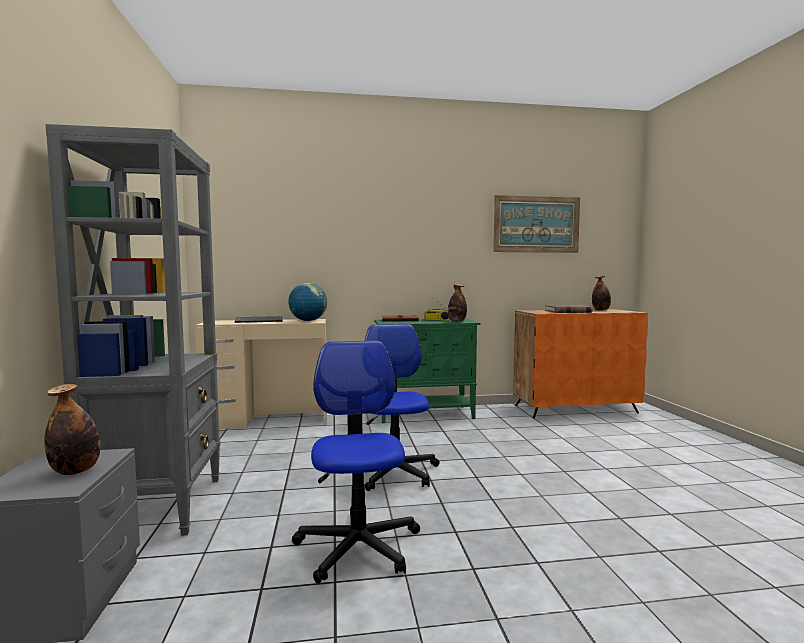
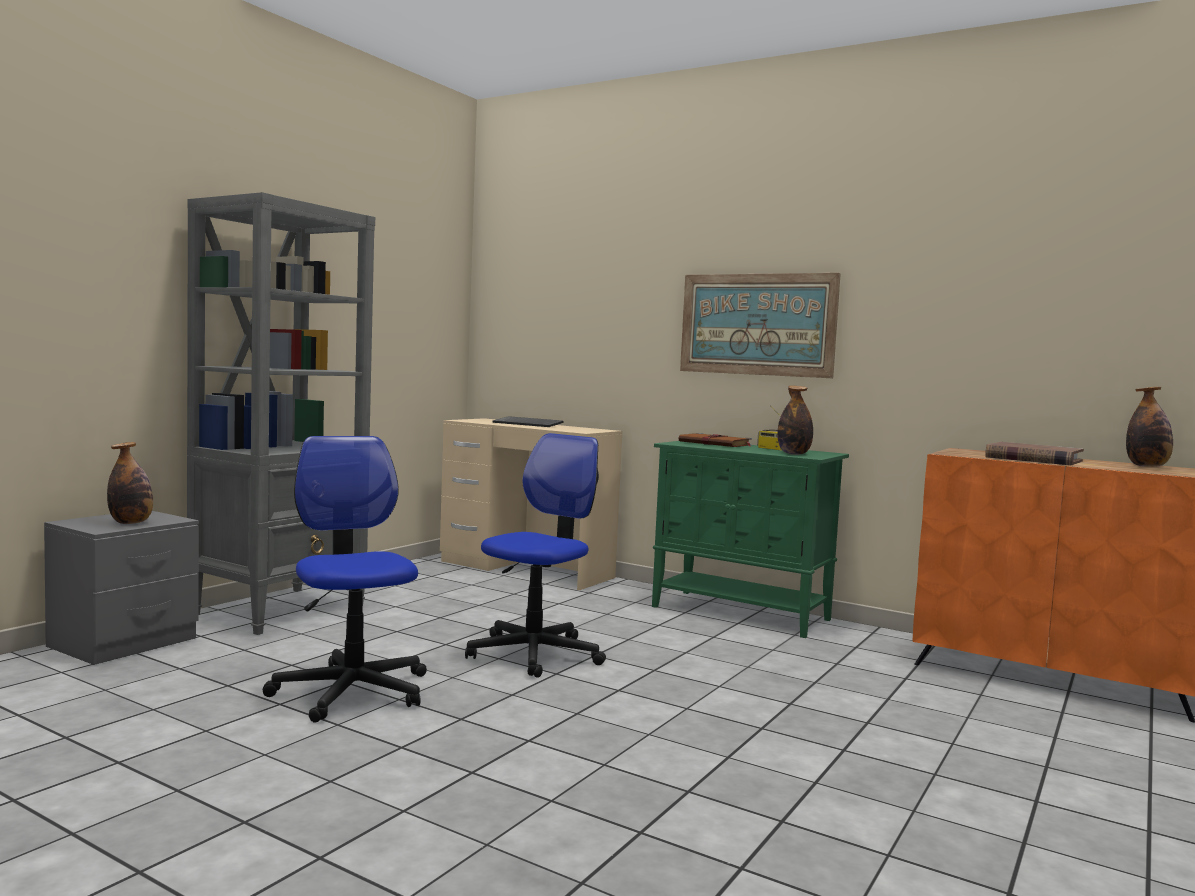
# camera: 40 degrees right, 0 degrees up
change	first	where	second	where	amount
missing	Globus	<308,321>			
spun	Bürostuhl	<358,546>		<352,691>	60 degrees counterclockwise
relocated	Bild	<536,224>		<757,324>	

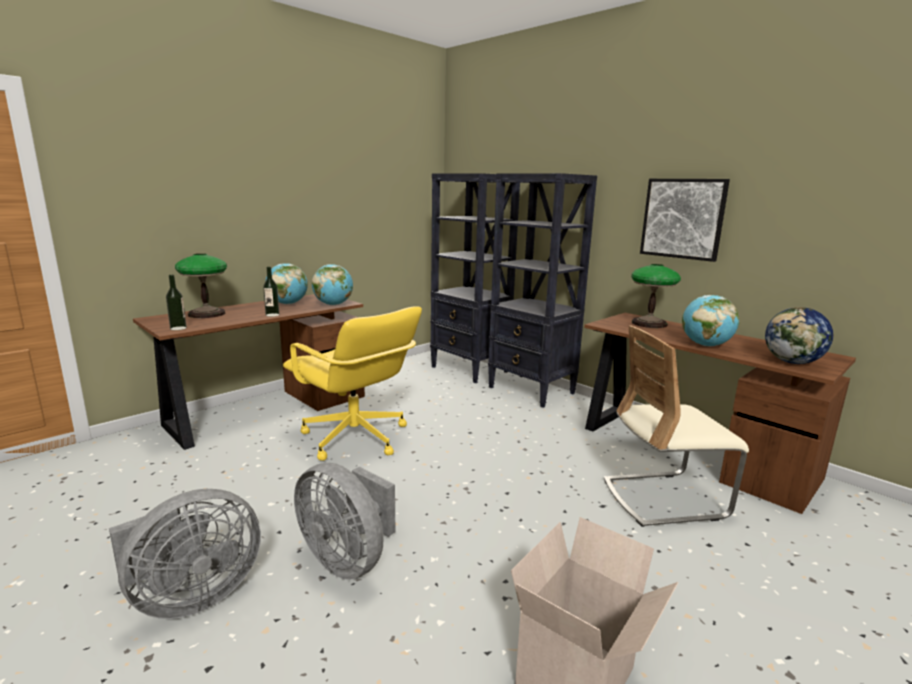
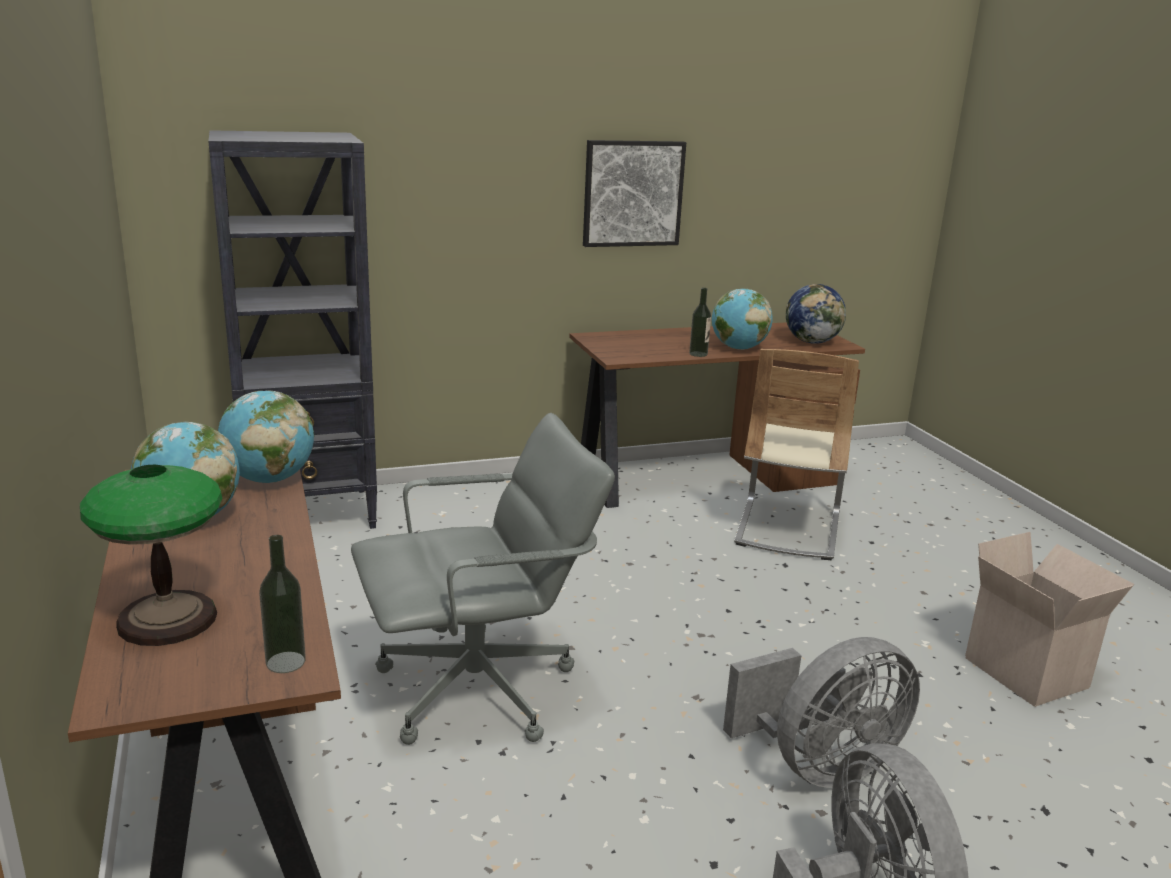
# camera: 65 degrees left, 5 degrees up
change	first	where	second	where	amount
relocated	Flasche	<272,315>		<698,354>	
colour	Bürostuhl (gelb)	<355,438>	Bürostuhl (grau)	<478,690>	
missing	Bücherregal (schwarz)	<531,390>			
missing	Tischlampe	<649,323>			

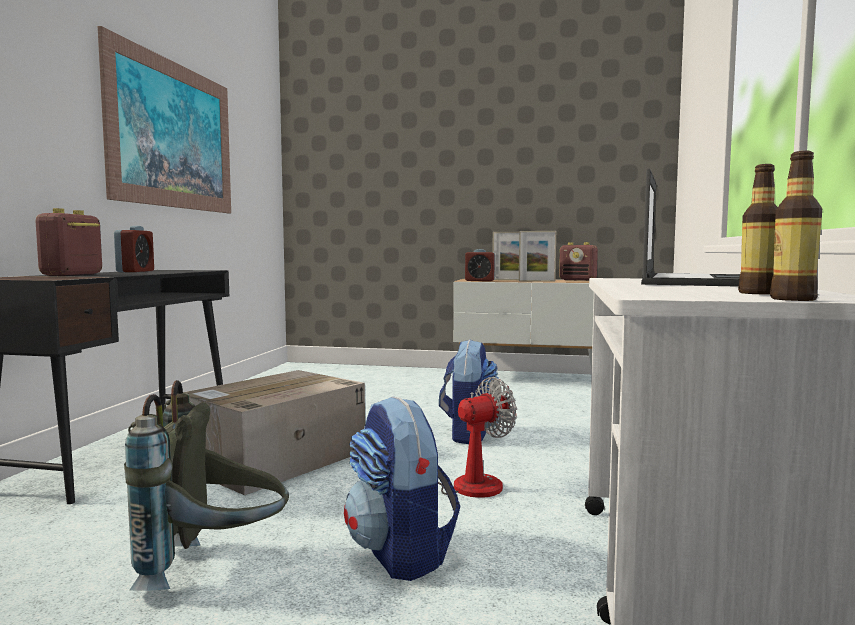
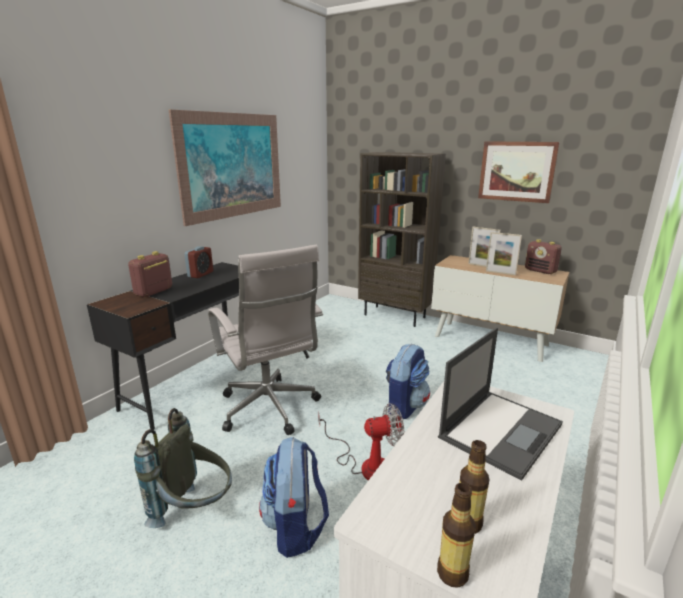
# camera: 20 degrees right, 15 degrees up
change	first	where	second	where	amount
exchanged	Karton	<274,460>	Bürostuhl (weiß)	<270,410>	
missing	Wecker	<479,280>			
appeared			Bücherregal (braun)	<395,316>	
appeared			Bild	<516,171>	

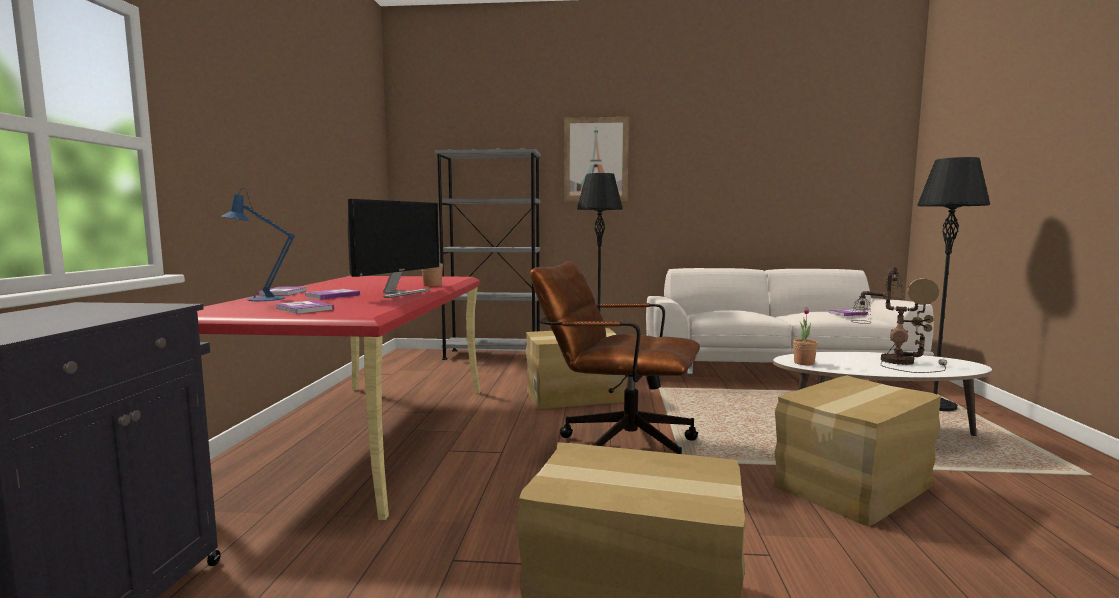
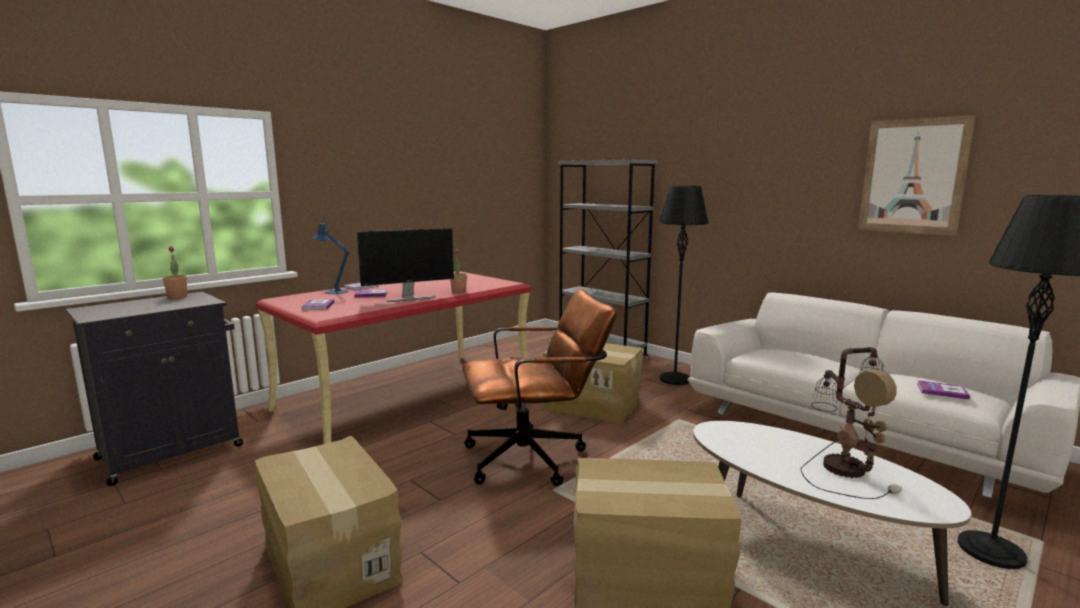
# camera: 40 degrees right, 5 degrees up
change	first	where	second	where	amount
spun	Bürostuhl (braun)	<616,444>		<535,457>	105 degrees clockwise
relocated	Bild	<596,159>		<912,176>	
relocated	Topfpflanze	<804,363>		<177,297>	

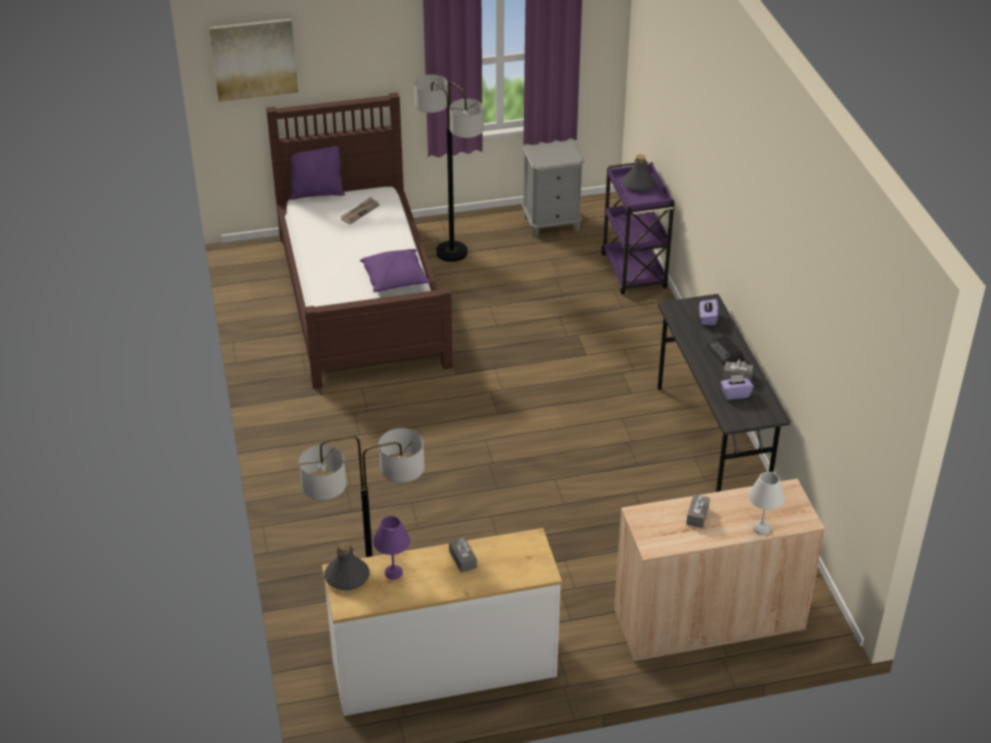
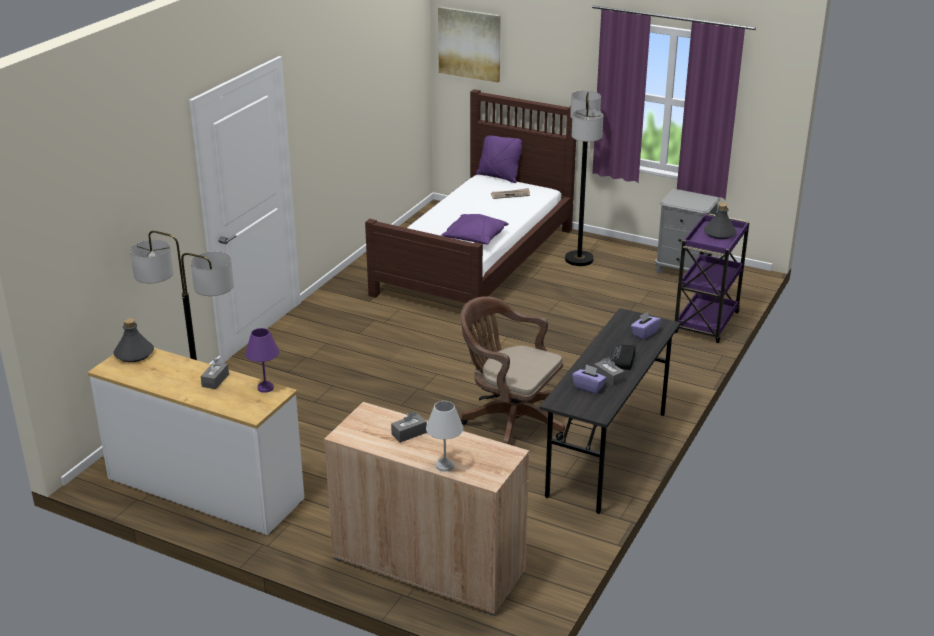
# camera: 40 degrees right, 10 degrees down
change	first	where	second	where	amount
relocated	Tischlampe (lila)	<393,572>		<265,387>	
appeared			Bürostuhl (braun)	<509,421>	

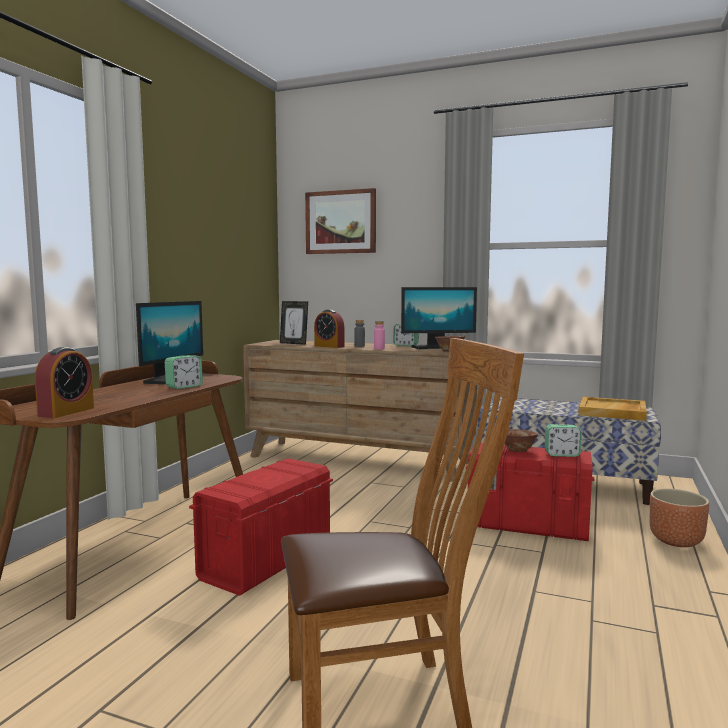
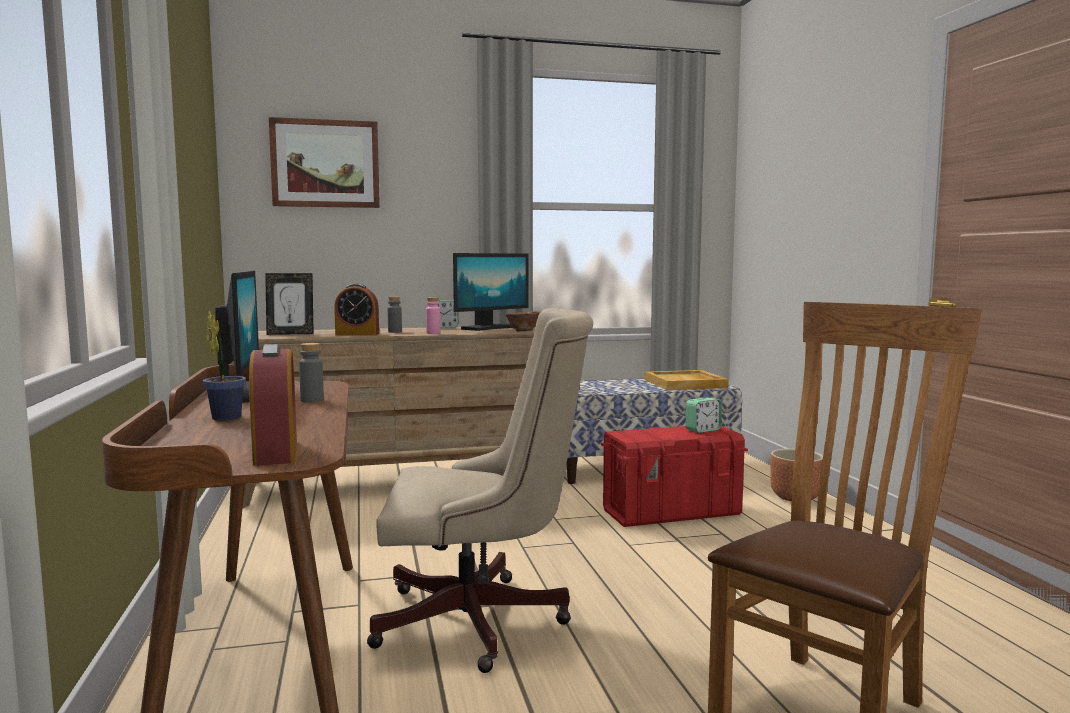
# camera: 35 degrees left, 0 degrees up
change	first	where	second	where	amount
exchanged	Wecker	<184,386>	Flasche (grau)	<312,400>	
exchanged	Aufbewahrungsbox (rot)	<266,560>	Bürostuhl (beige)	<482,622>	
missing	Schüssel	<517,450>			
appeared			Topfpflanze	<225,417>	

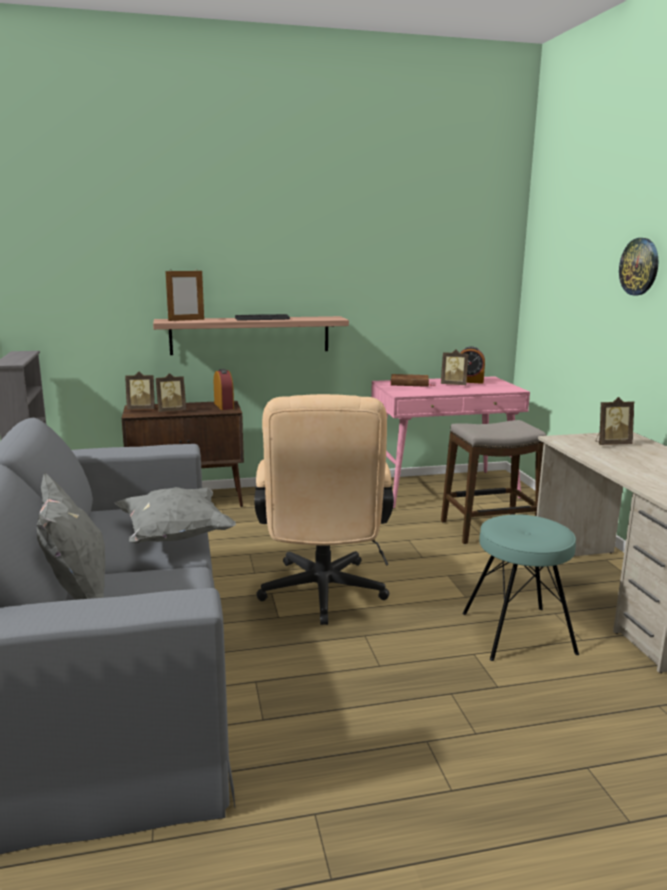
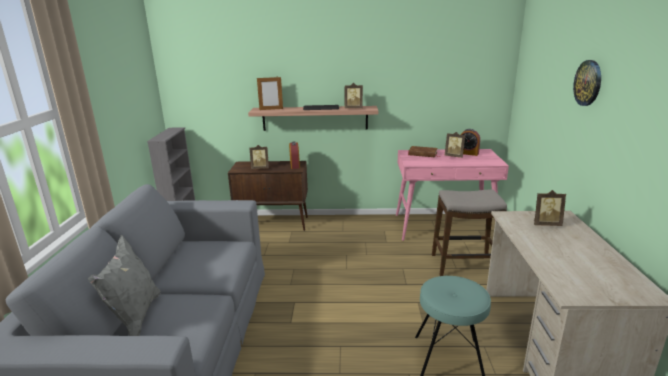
# camera: 15 degrees right, 5 degrees up
change	first	where	second	where	amount
missing	Kissen (grau)	<175,536>			
relocated	Bilderrahmen	<141,409>		<353,108>	
missing	Bürostuhl (beige)	<322,596>			

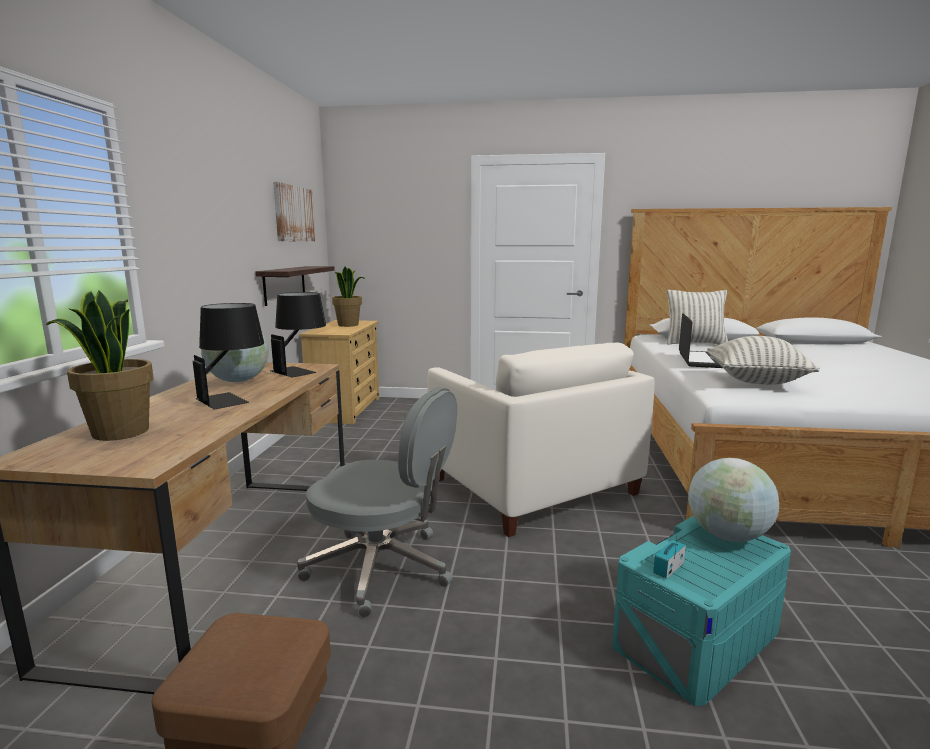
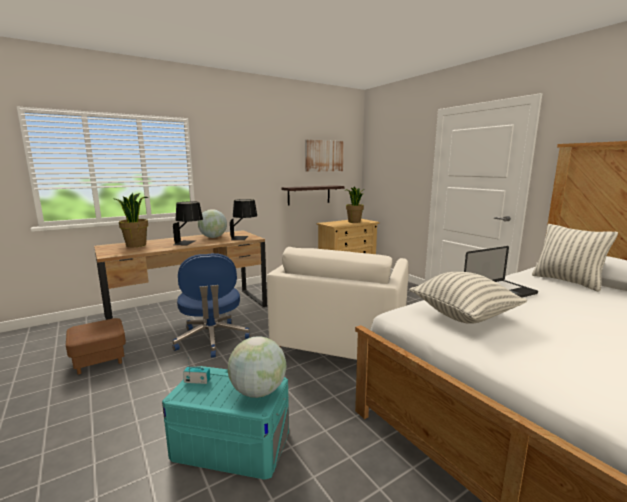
# camera: 50 degrees right, 0 degrees up
change	first	where	second	where	amount
colour	Bürostuhl (grau)	<382,568>	Bürostuhl (blau)	<212,339>	

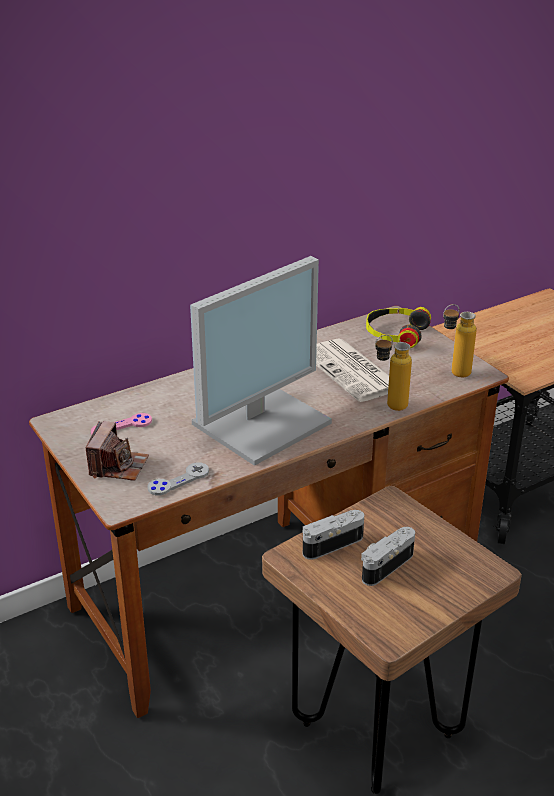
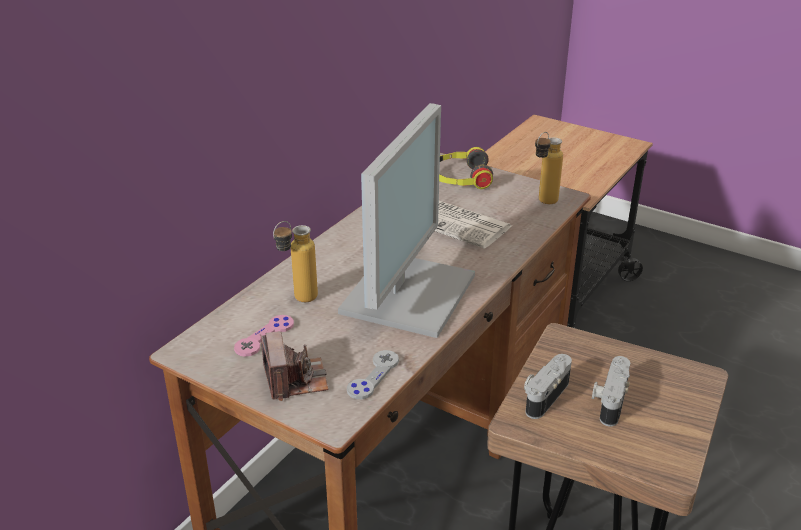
# camera: 25 degrees left, 0 degrees up
change	first	where	second	where	amount
relocated	Flasche	<389,407>		<298,300>	

